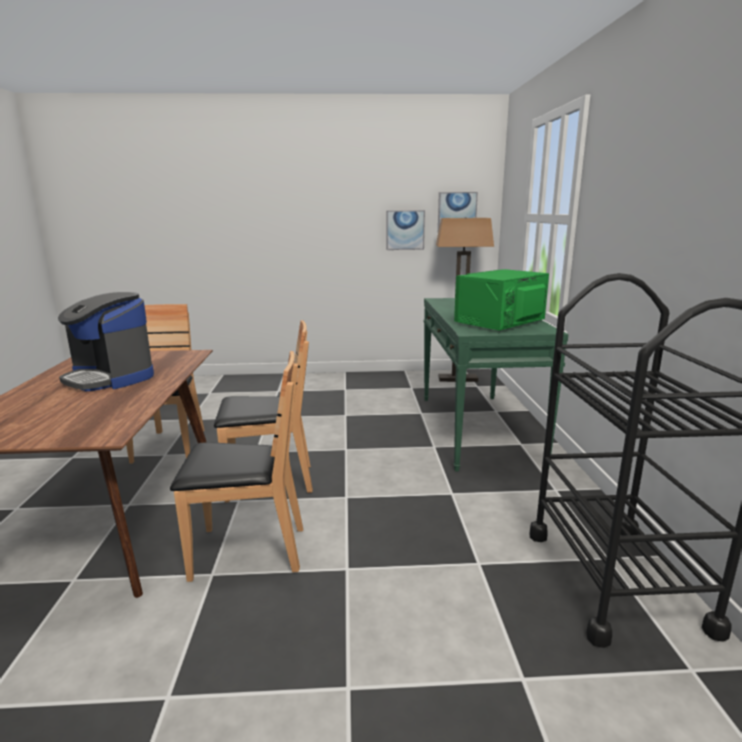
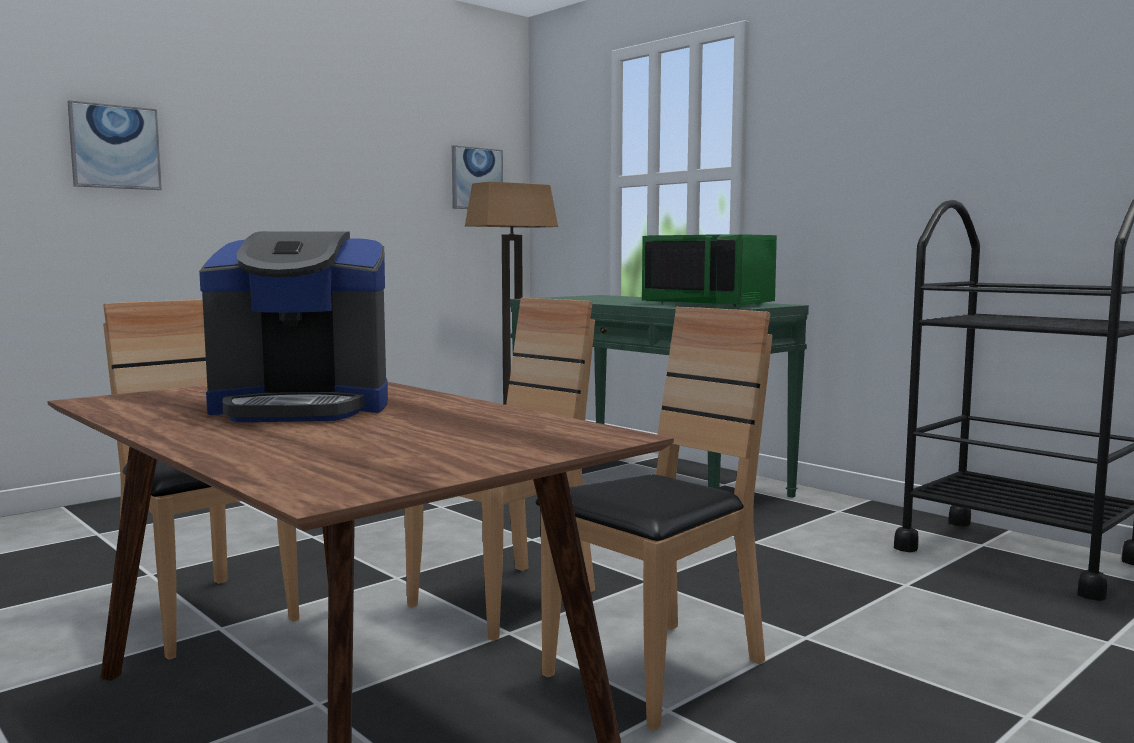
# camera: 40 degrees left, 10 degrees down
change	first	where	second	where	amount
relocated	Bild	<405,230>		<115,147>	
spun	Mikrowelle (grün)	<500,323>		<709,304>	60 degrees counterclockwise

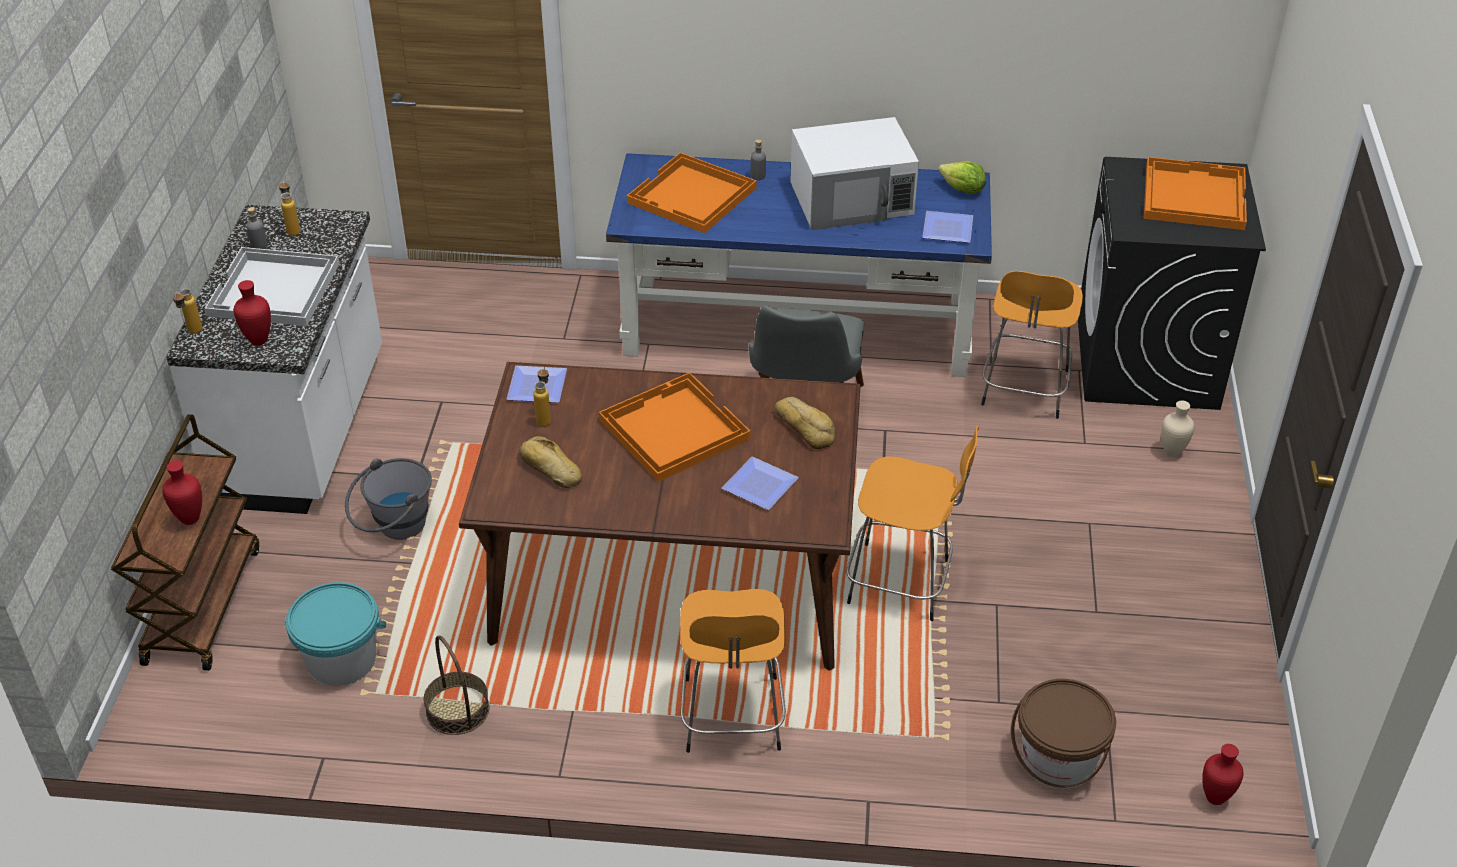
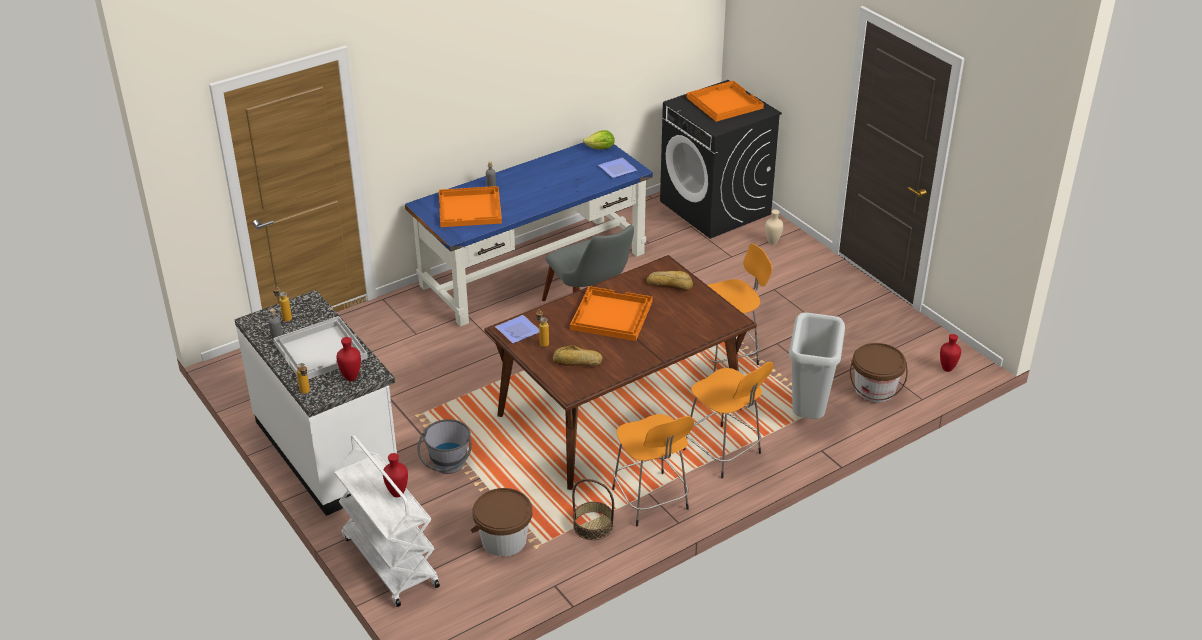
# camera: 40 degrees left, 5 degrees down
change	first	where	second	where	amount
colour	Rollwagen (braun)	<202,604>	Rollwagen (weiß)	<389,561>	
colour	Eimer (türkis)	<341,660>	Eimer (braun)	<504,540>	
missing	Teller	<762,485>			
missing	Mikrowelle (weiß)	<852,198>			
relocated	Hocker (orange)	<1024,390>		<651,501>	
appeared			Mülleimer (grau)	<809,415>	

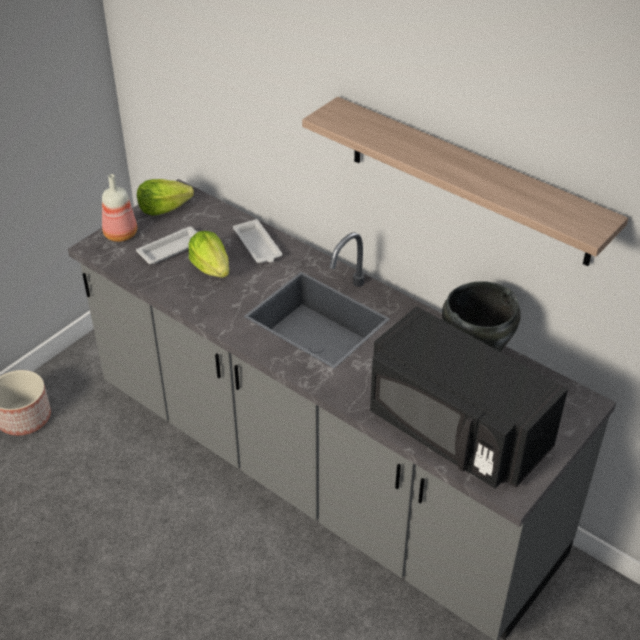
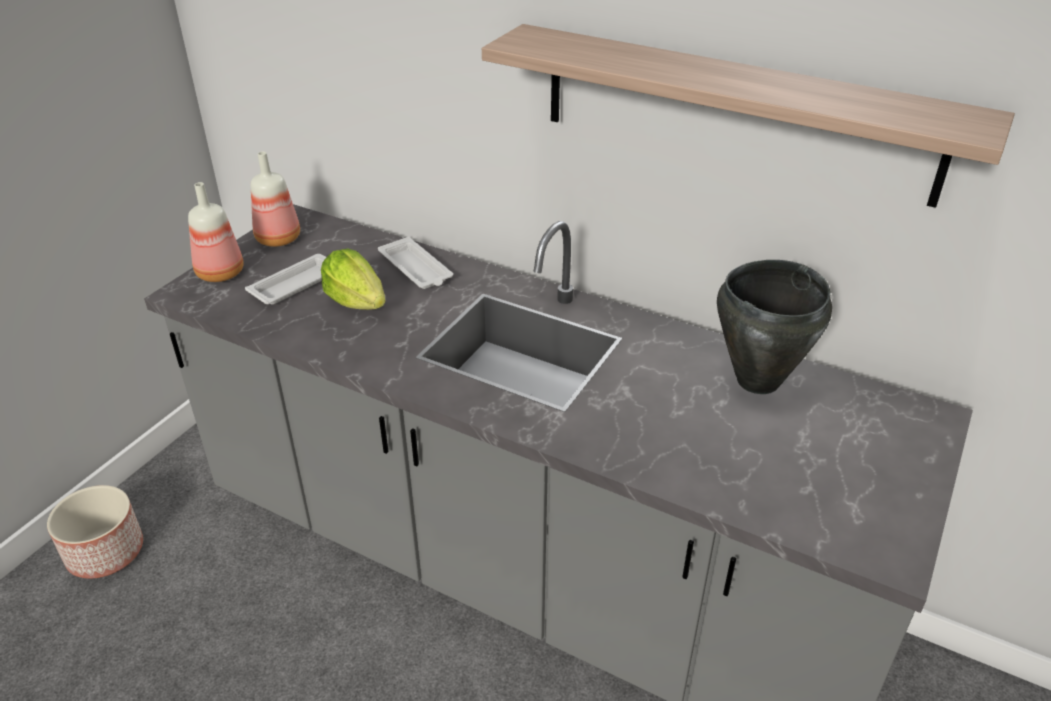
# camera: 10 degrees left, 5 degrees down
change	first	where	second	where	amount
exchanged	Salatkopf	<163,209>	Flasche	<277,238>	
missing	Mikrowelle (schwarz)	<455,431>			

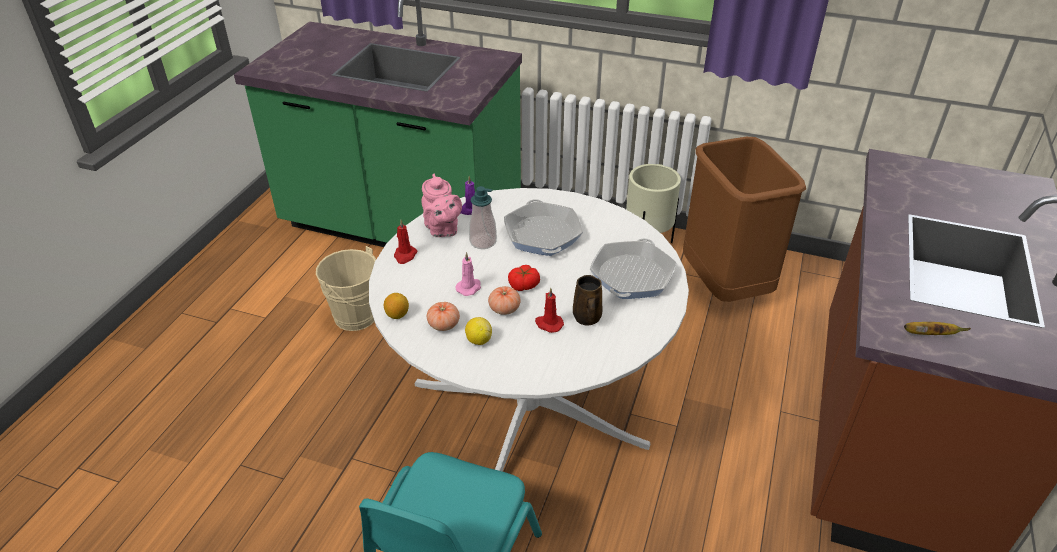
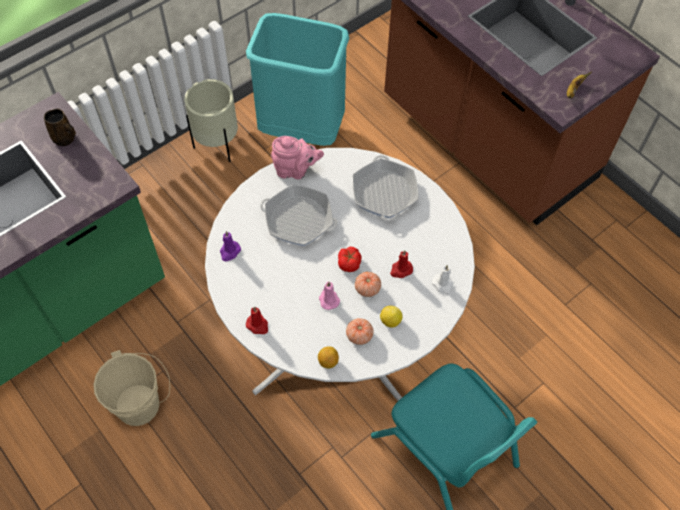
# camera: 60 degrees left, 20 degrees up
change	first	where	second	where	amount
relocated	Teekanne (rosa)	<442,230>		<295,170>	
missing	Seifenspender	<483,242>			
relocated	Henkelbecher (braun)	<587,318>		<65,139>	
spun	Pfanne	<632,276>		<384,193>	150 degrees counterclockwise
colour	Mülleimer (braun)	<725,286>	Mülleimer (türkis)	<302,129>	
appeared			Kerze (weiß)	<443,284>	

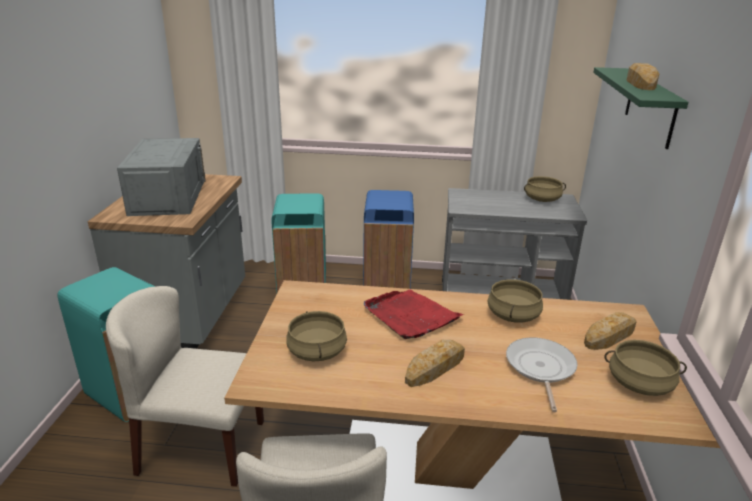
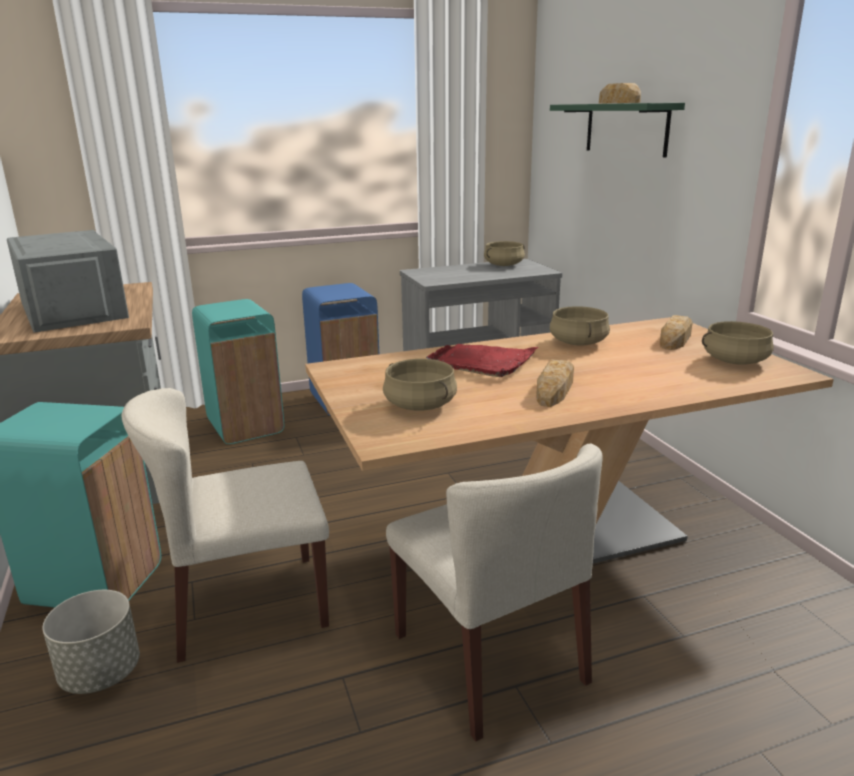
# camera: 25 degrees left, 5 degrees down
change	first	where	second	where	amount
missing	Pfanne	<540,368>			
appeared			Pflanzkübel (grau)	<100,673>	

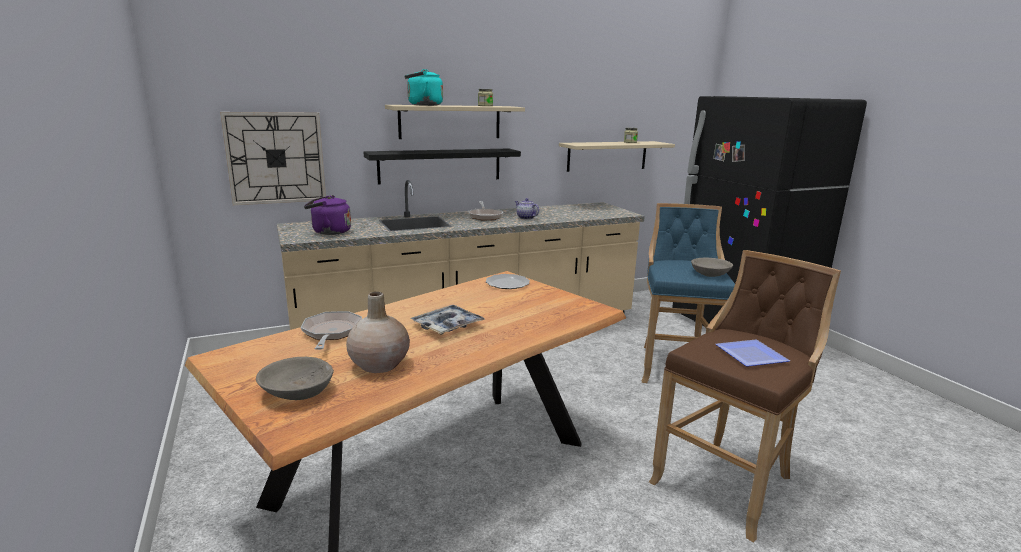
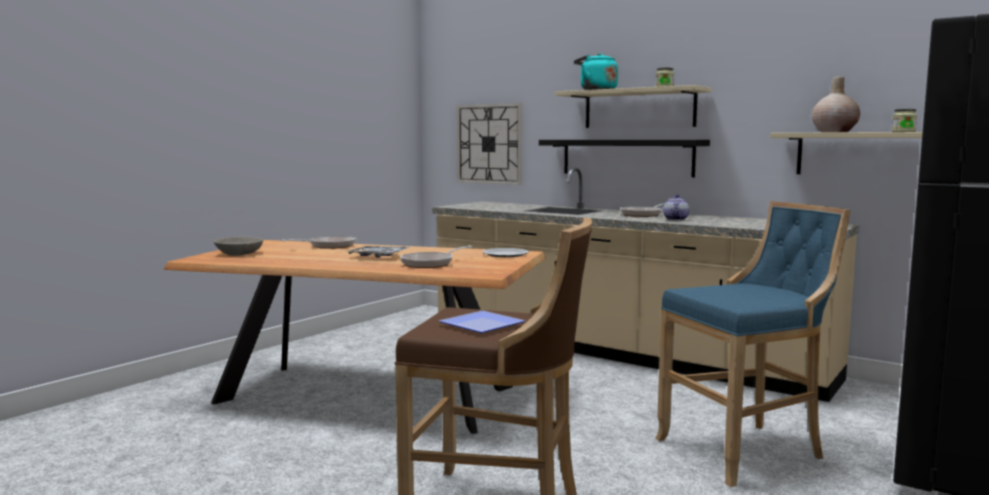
# camera: 60 degrees right, 10 degrees down
change	first	where	second	where	amount
missing	Wasserkessel (lila)	<329,232>			
relocated	Vase (beige)	<379,364>		<834,132>	
missing	Schüssel (grau)	<710,274>			
appeared			Pfanne	<431,263>	

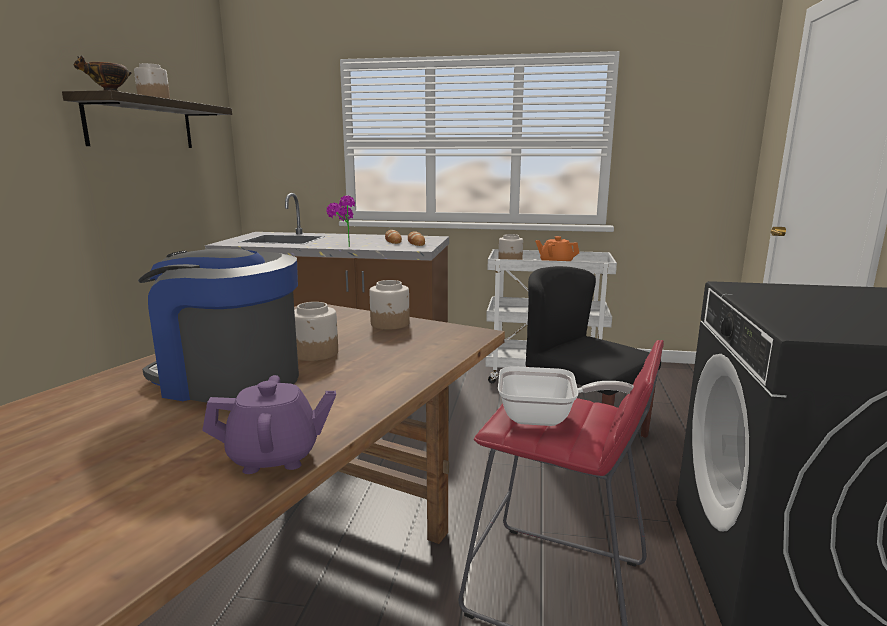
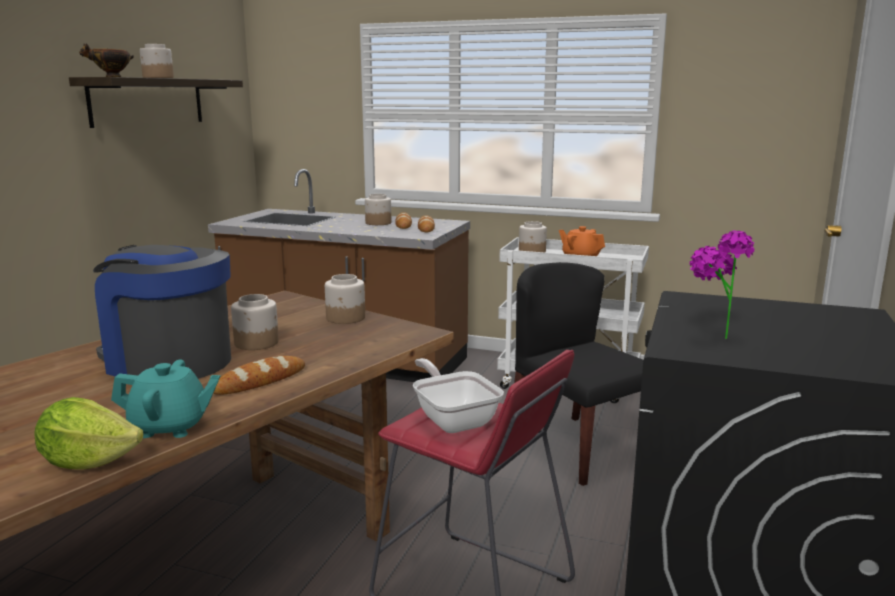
# camera: 10 degrees right, 0 degrees up
change	first	where	second	where	amount
colour	Teekanne (lila)	<275,457>	Teekanne (türkis)	<170,427>	
relocated	Topfpflanze	<343,246>		<711,336>	
spun	Pfanne	<546,418>		<453,419>	135 degrees counterclockwise
appeared			Salatkopf	<88,461>	
appeared			Brot	<260,381>	
appeared			Vorratsglas	<378,223>	

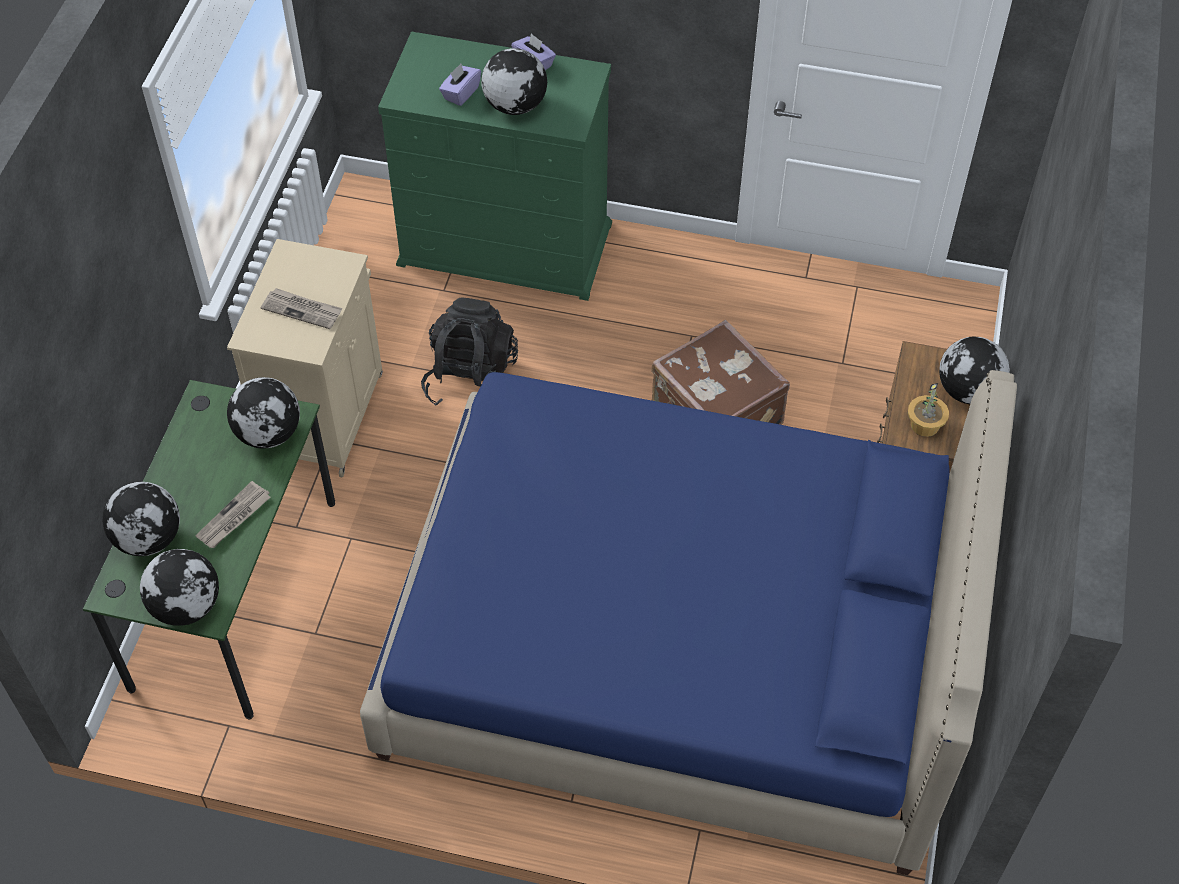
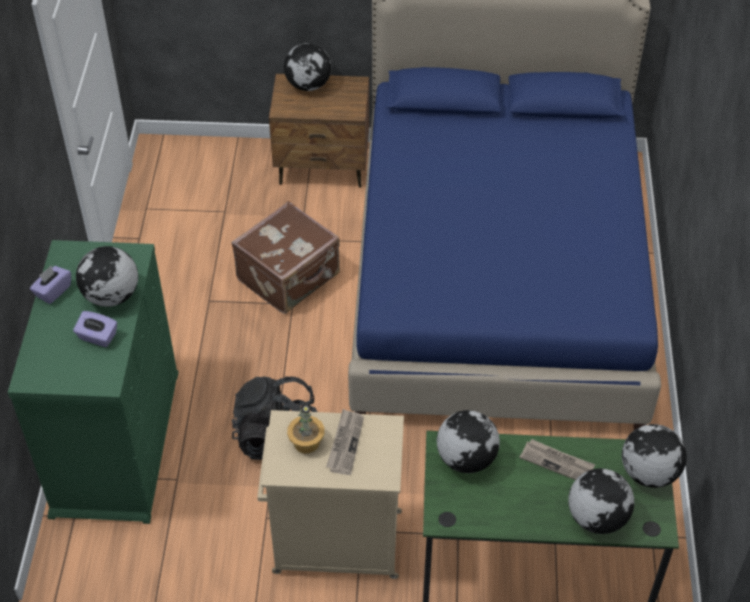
# camera: 100 degrees left, 5 degrees down
change	first	where	second	where	amount
relocated	Topfpflanze	<925,425>		<306,442>	

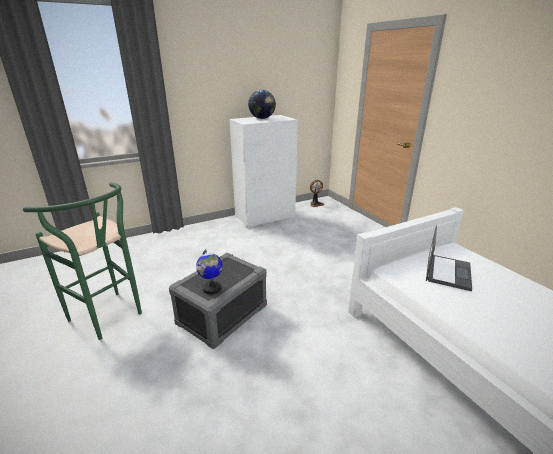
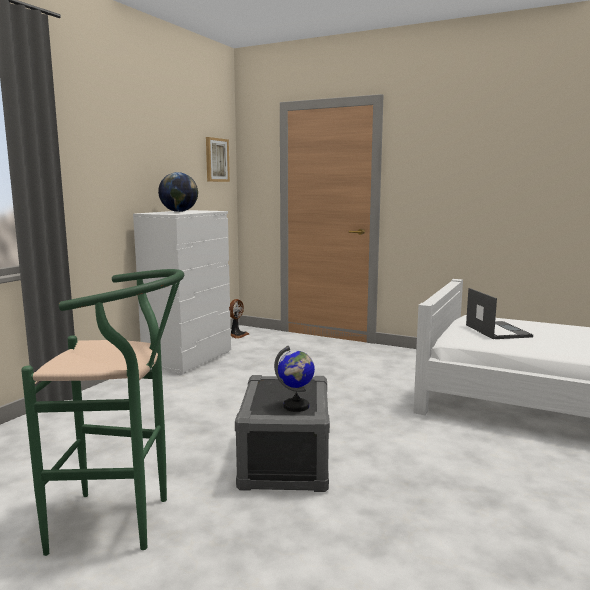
# camera: 35 degrees left, 15 degrees down
change	first	where	second	where	amount
appeared			Bild	<216,160>	

